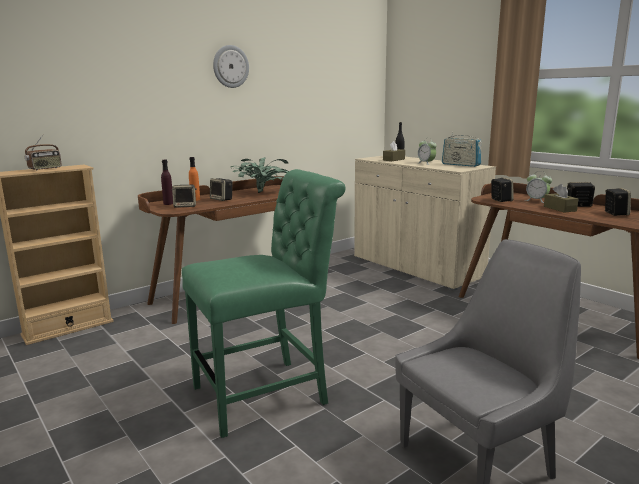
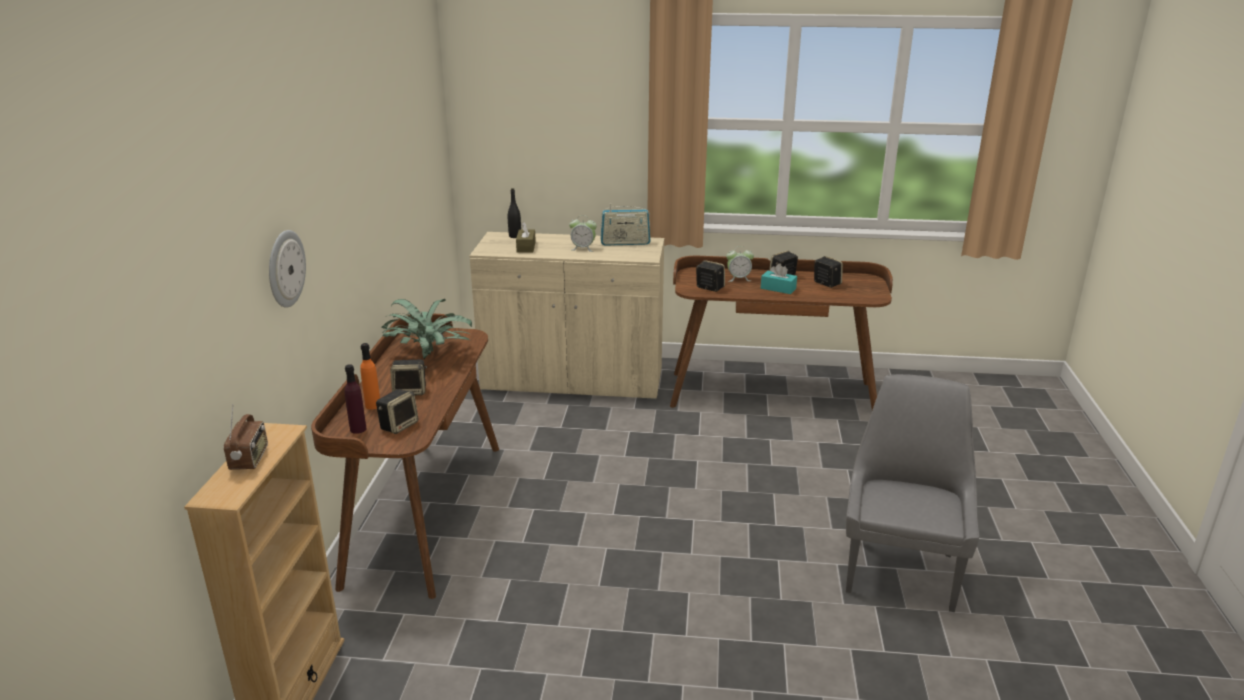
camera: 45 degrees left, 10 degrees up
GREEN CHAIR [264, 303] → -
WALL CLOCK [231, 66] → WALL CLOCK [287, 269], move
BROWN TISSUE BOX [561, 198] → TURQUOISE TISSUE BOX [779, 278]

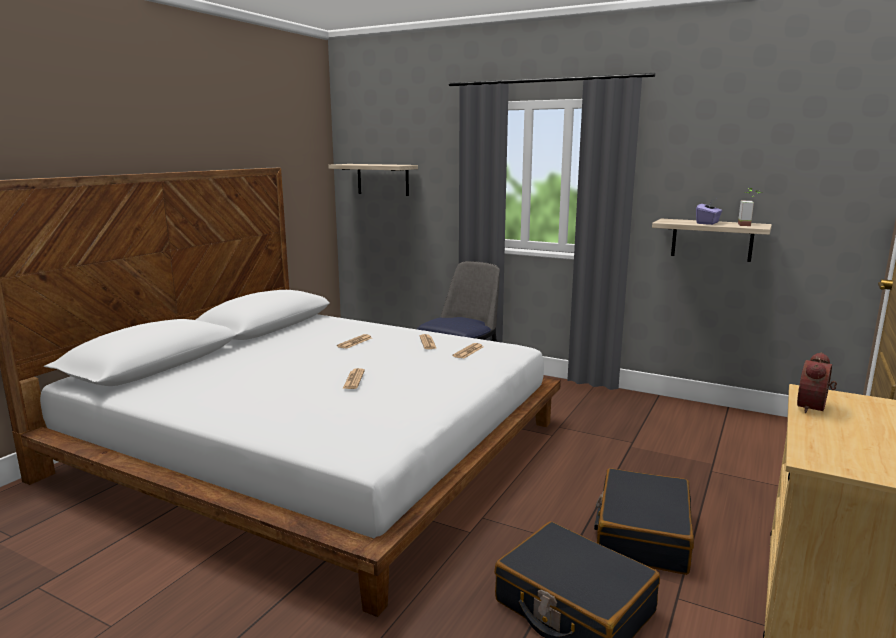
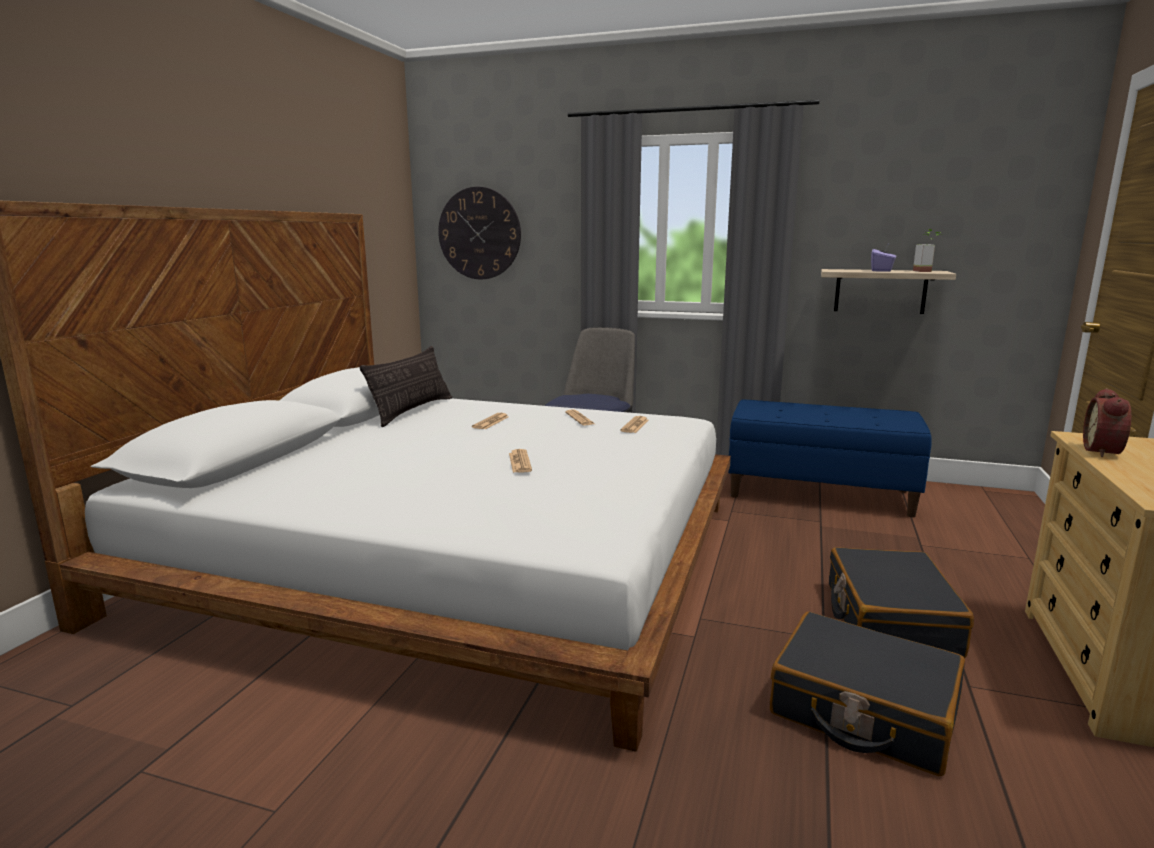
camera: 10 degrees left, 0 degrees up
SHELF [373, 180] → WALL CLOCK [479, 233]
- → PILLOW [406, 386]
- → BLUE BENCH [830, 458]

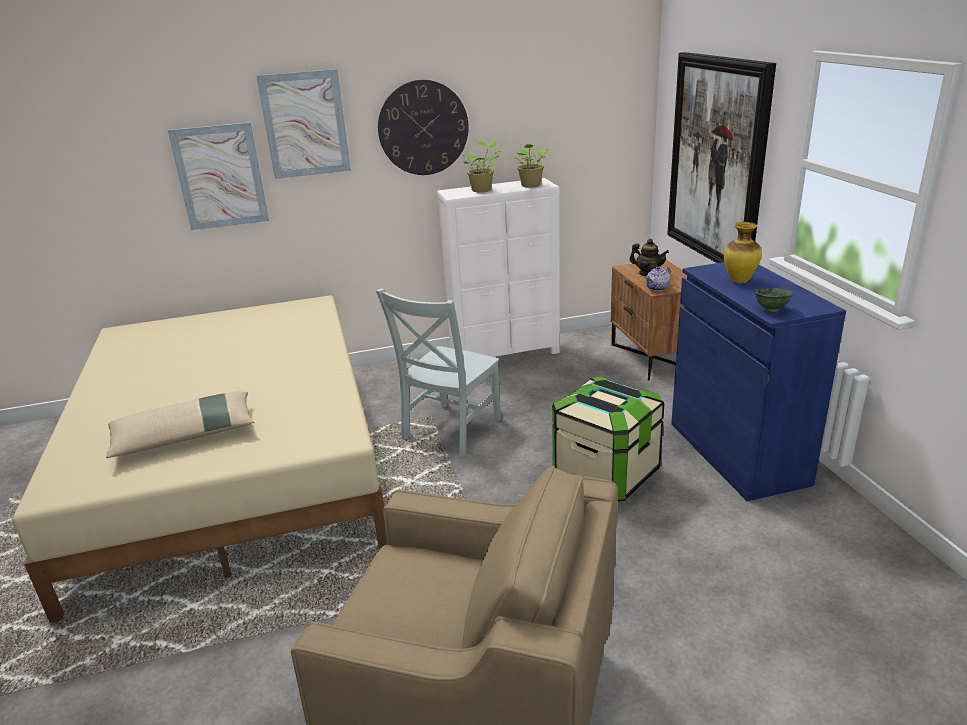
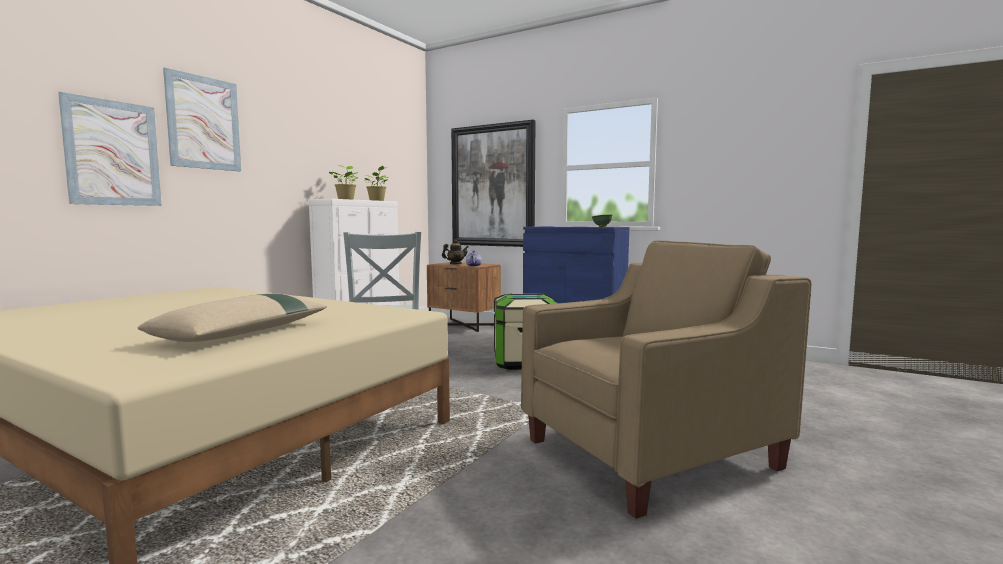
camera: 45 degrees left, 20 degrees down
WALL CLOCK [423, 127] → -
VASE [743, 252] → -

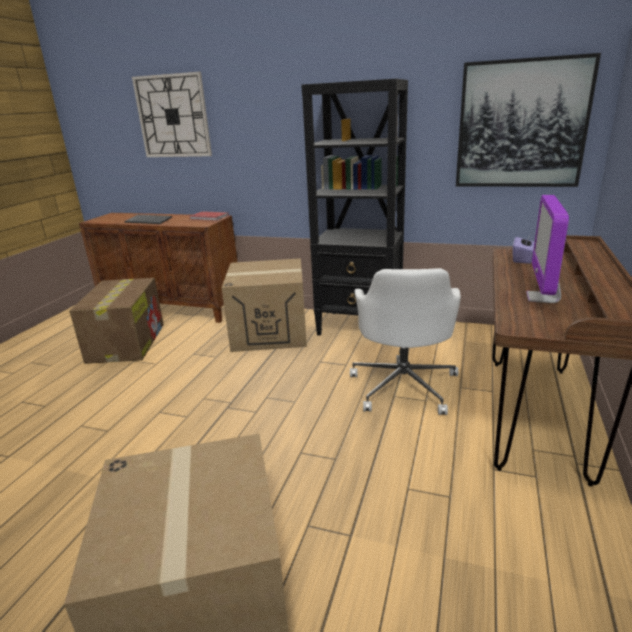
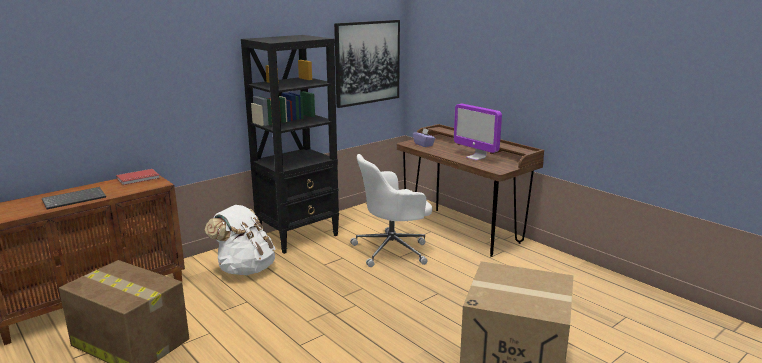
camera: 60 degrees left, 5 degrees down
WALL CLOCK [172, 114] → -
CARDBOARD BOX [264, 305] → WHITE BACKPACK [240, 240]
WHITE OFFICE CHAIR [405, 341] → WHITE OFFICE CHAIR [391, 210], 120 degrees clockwise

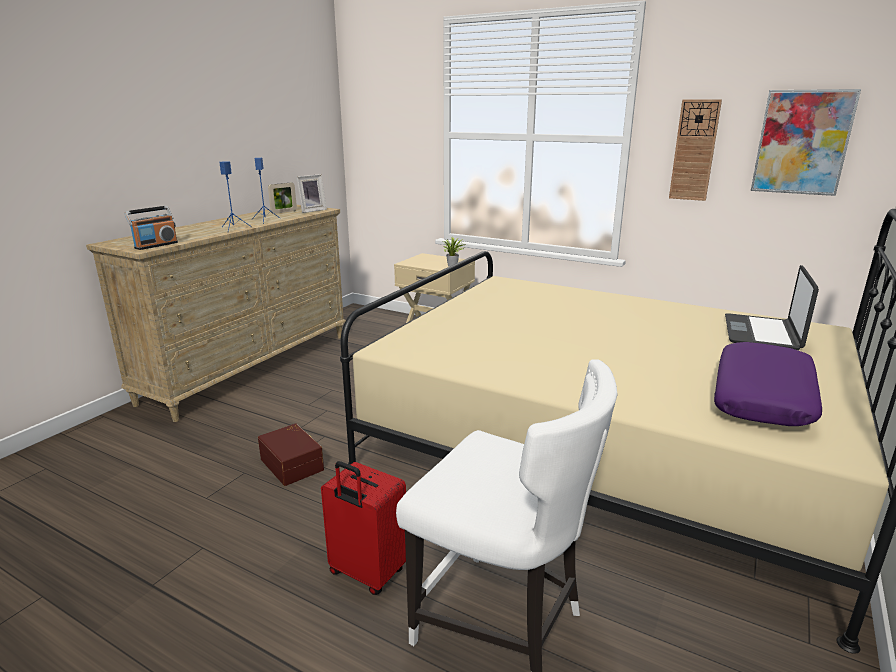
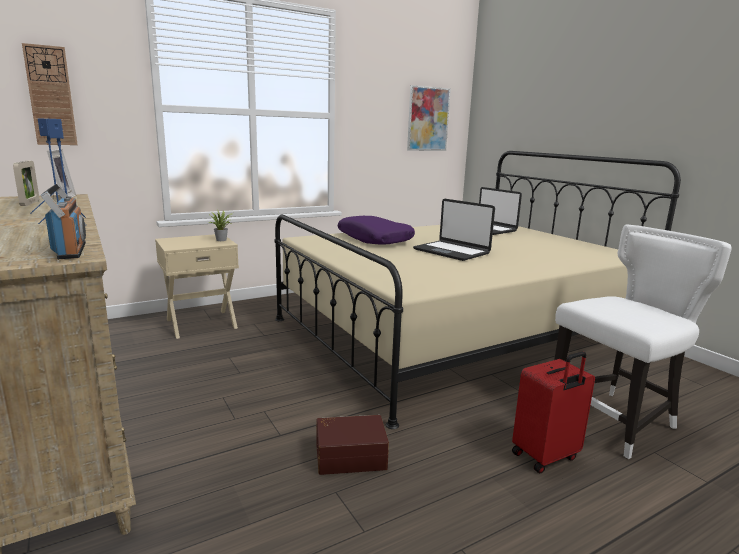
camera: 60 degrees left, 5 degrees down
WALL CLOCK [695, 150] → WALL CLOCK [50, 94], move
PURPLE PILLOW [768, 384] → PURPLE PILLOW [376, 230], move
- → LAPTOP [454, 230]

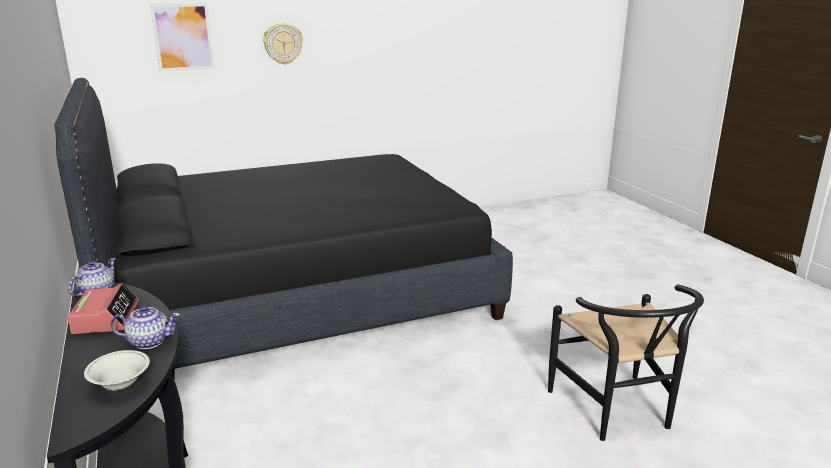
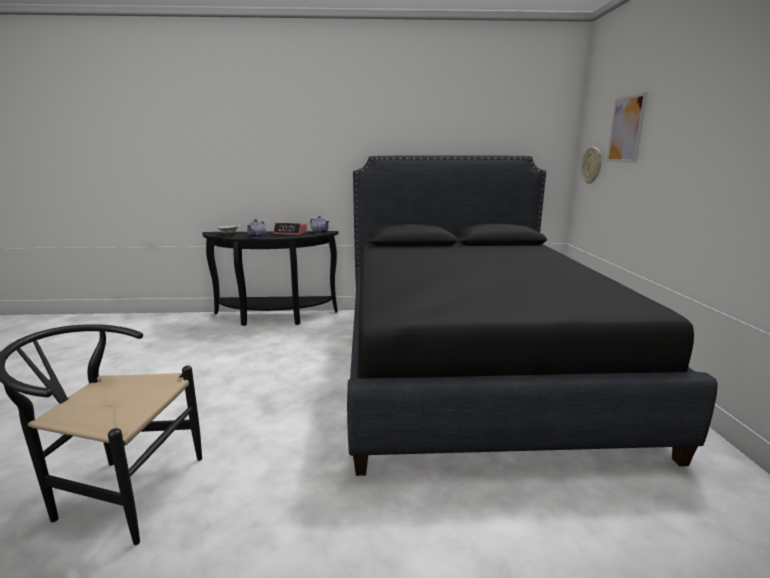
camera: 110 degrees right, 5 degrees down
WALL CLOCK [283, 44] → WALL CLOCK [592, 165], move

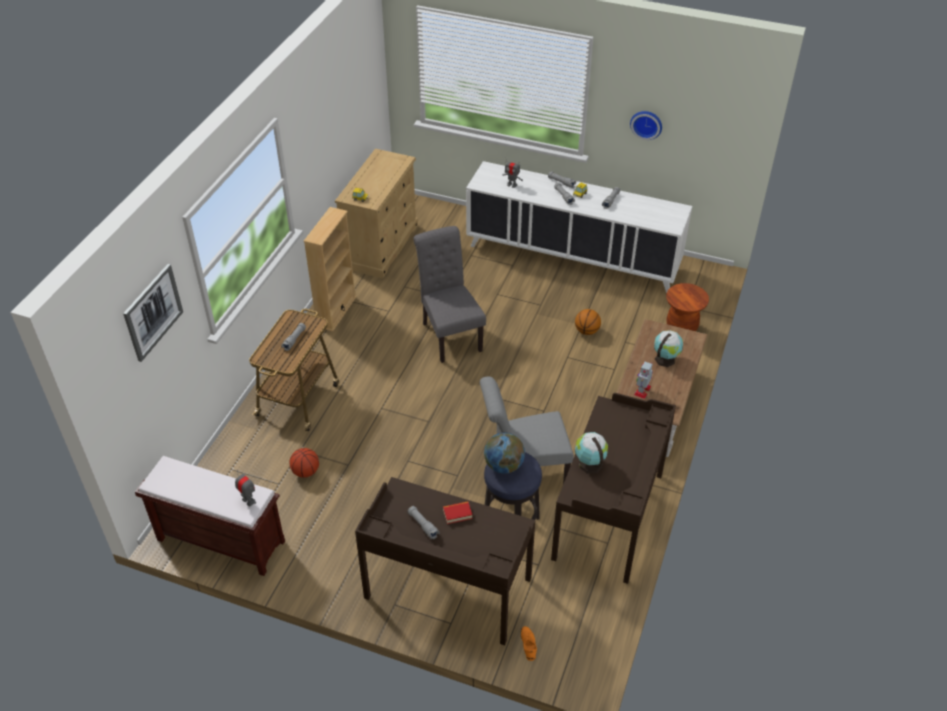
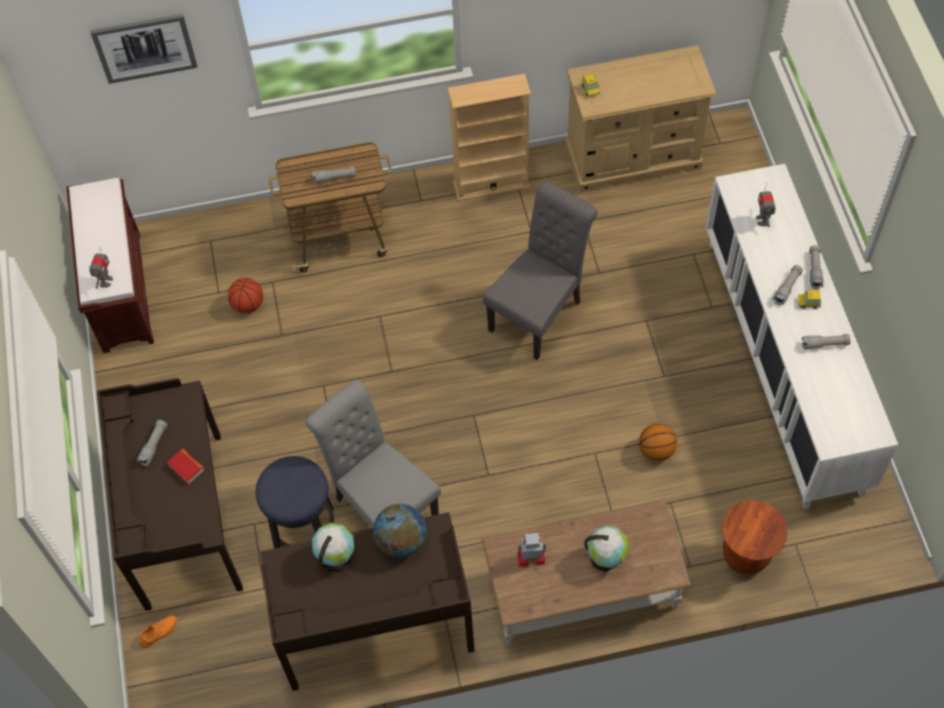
camera: 60 degrees right, 15 degrees up
GLOBE [504, 453] → GLOBE [400, 531], move
WALL CLOCK [646, 125] → -

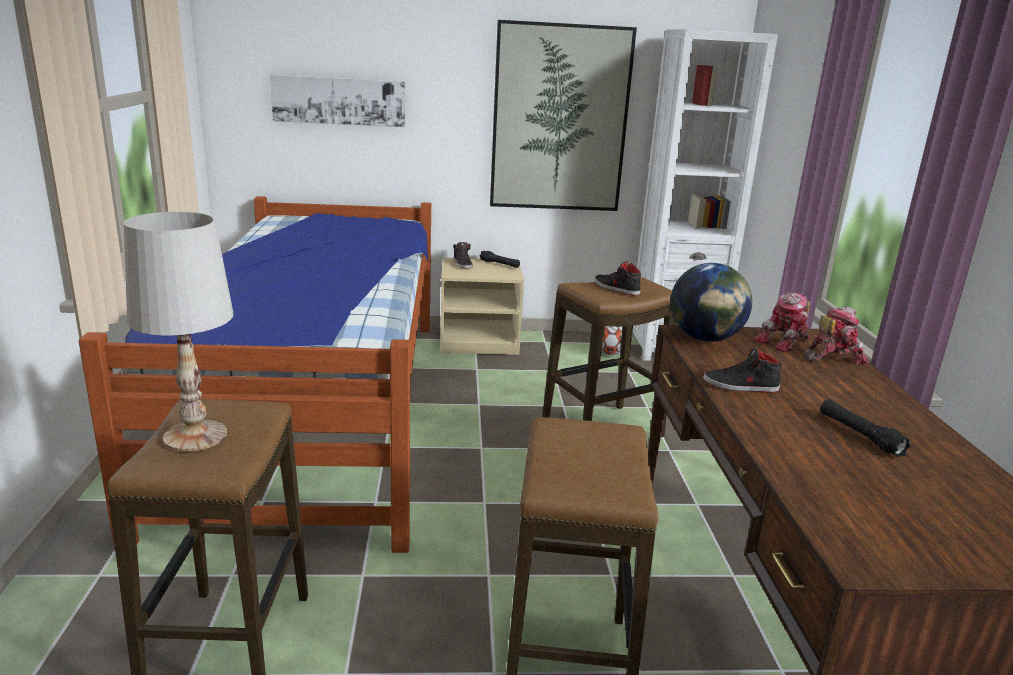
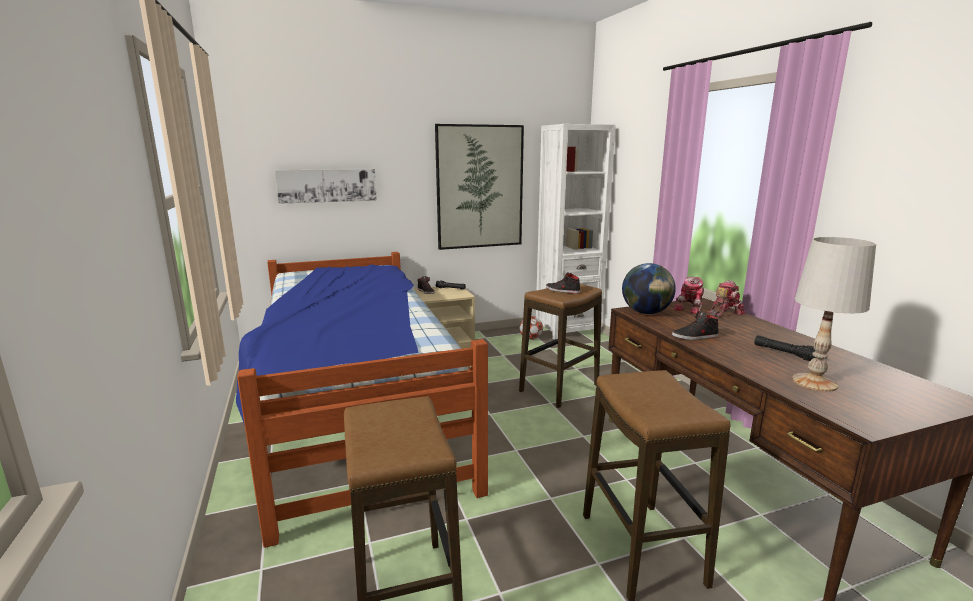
camera: 15 degrees left, 5 degrees down
WHITE TABLE LAMP [178, 332] → WHITE TABLE LAMP [834, 314], move

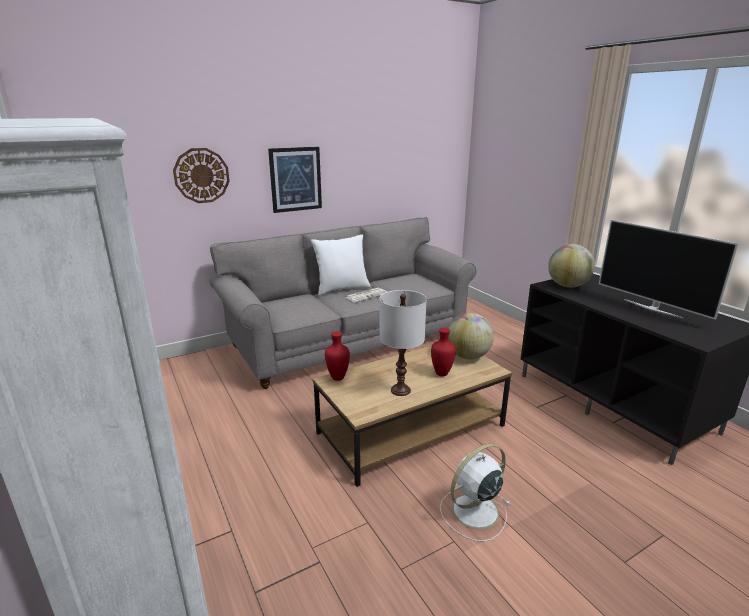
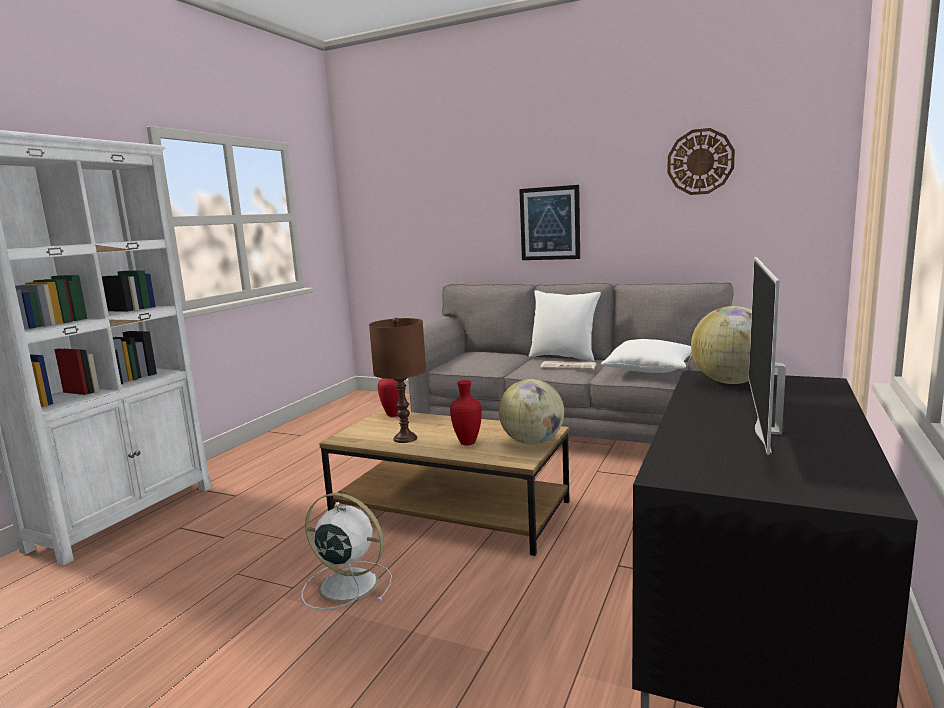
camera: 55 degrees right, 10 degrees down
WALL CLOCK [201, 175] → WALL CLOCK [701, 161], move
WHITE TABLE LAMP [403, 343] → BROWN TABLE LAMP [397, 380]
- → WHITE PILLOW [646, 356]

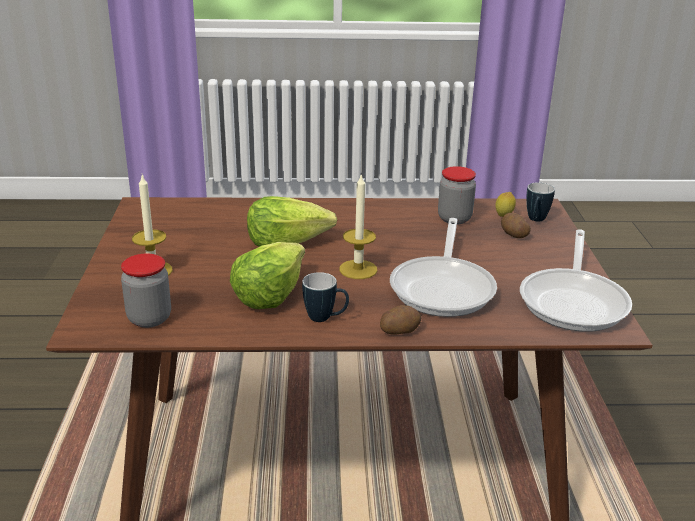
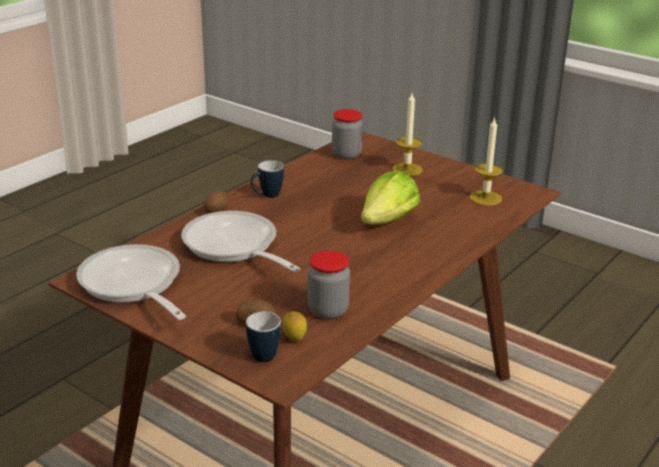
camera: 130 degrees right, 0 degrees up
LETTUCE [267, 275] → -
CANDLE [358, 226] → CANDLE [486, 161], move

